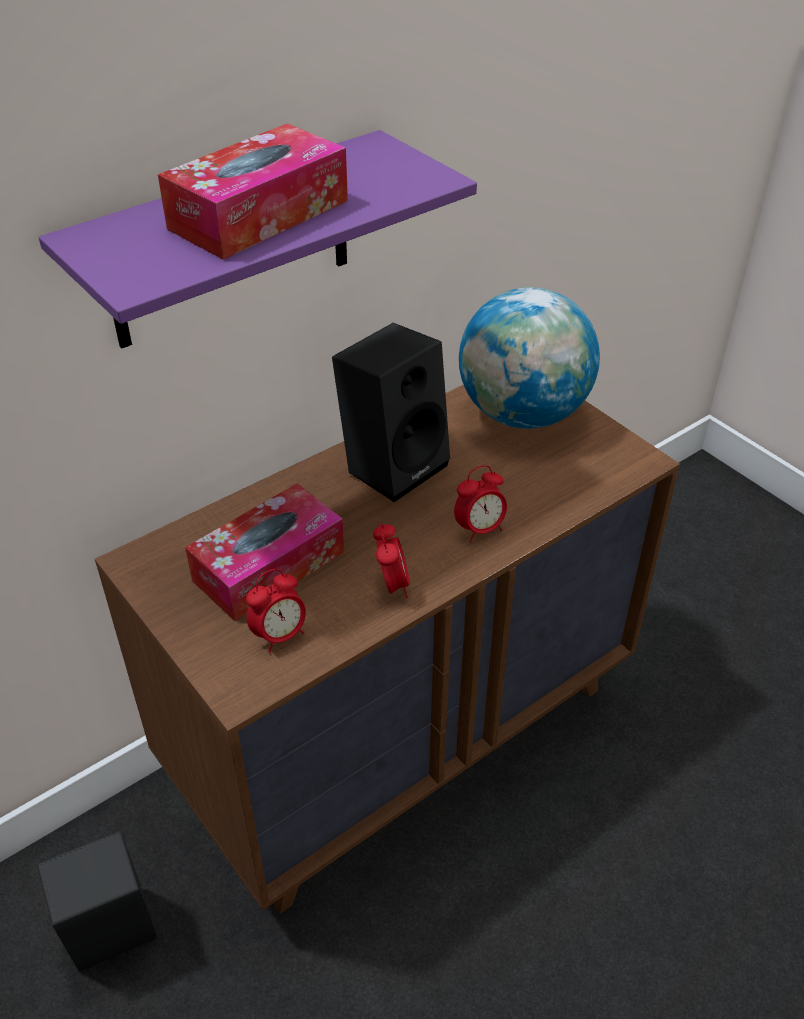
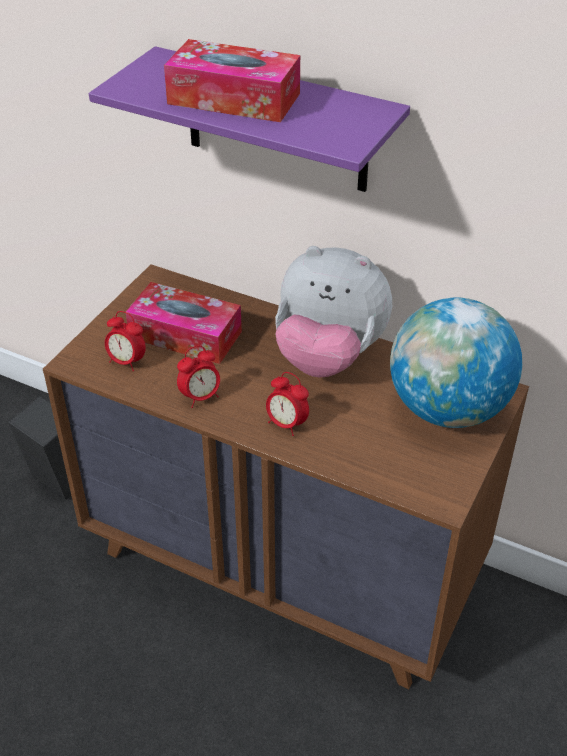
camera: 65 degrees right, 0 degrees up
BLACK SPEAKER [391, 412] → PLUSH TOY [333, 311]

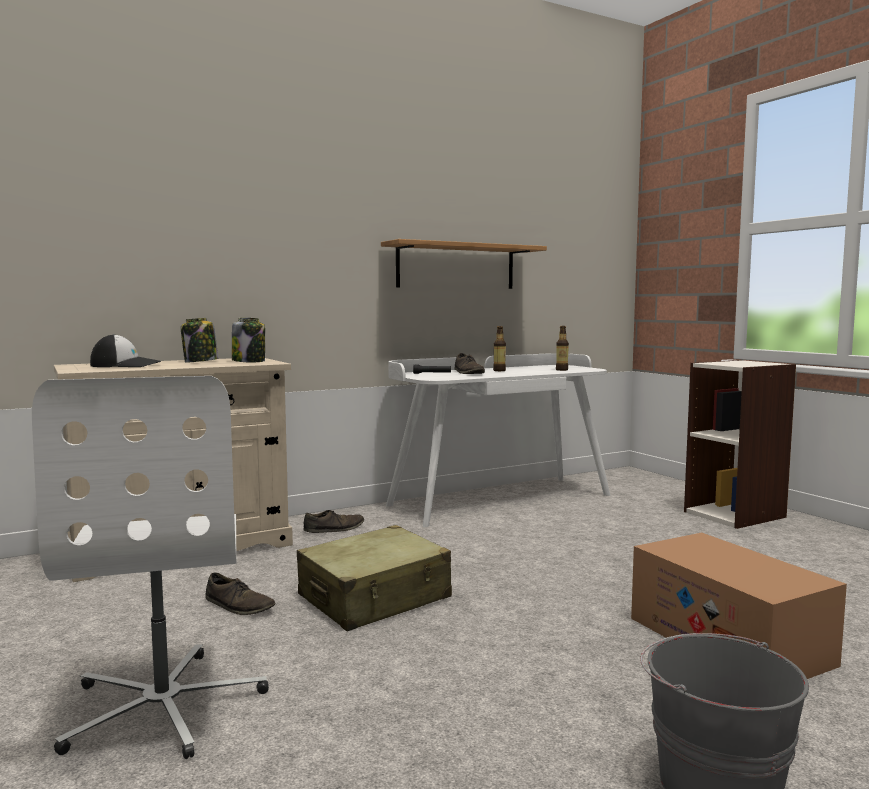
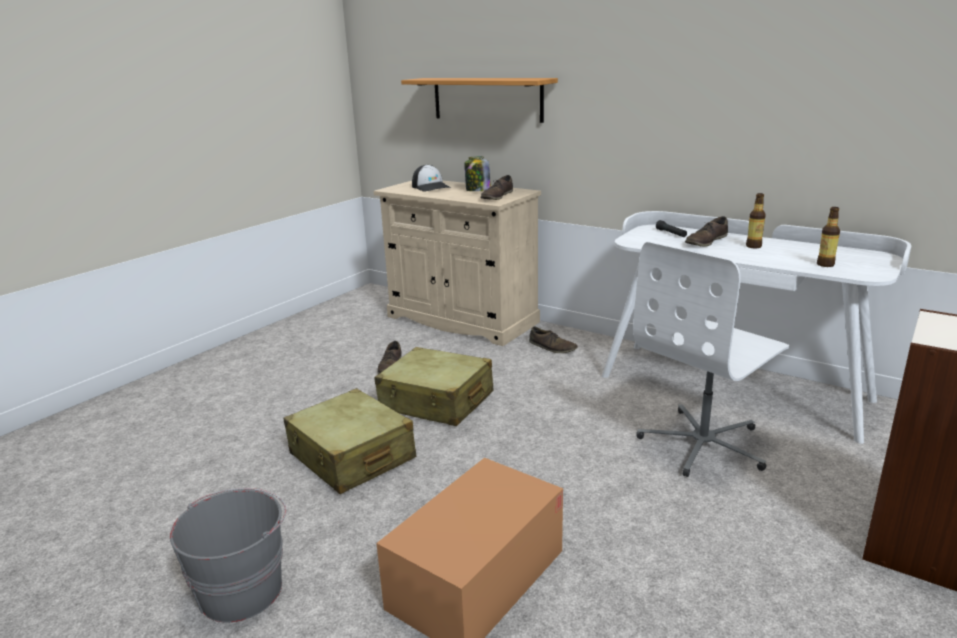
camera: 65 degrees right, 15 degrees up
WHITE OFFICE CHAIR [150, 567] → WHITE OFFICE CHAIR [711, 359], move
JAR [248, 340] → BROWN SHOE [497, 187]
SHELF [464, 264] → SHELF [479, 100], move
- → BEIGE SUITCASE [350, 441]

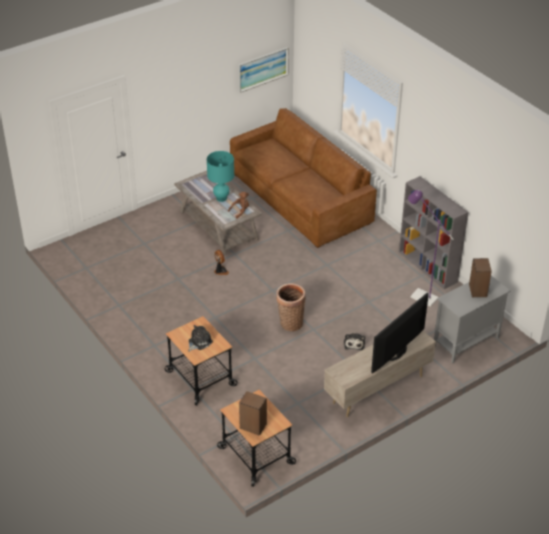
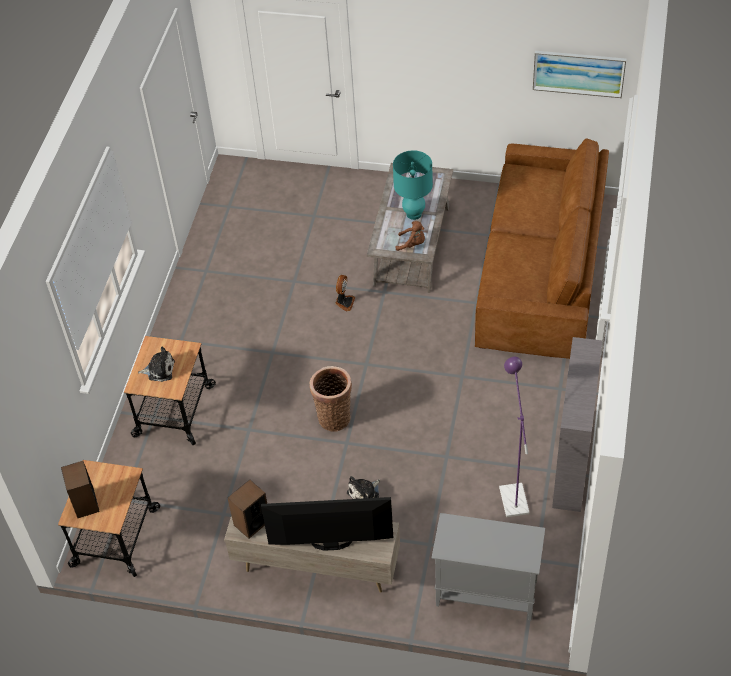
camera: 50 degrees right, 10 degrees up
SPEAKER [480, 277] → SPEAKER [247, 509], move

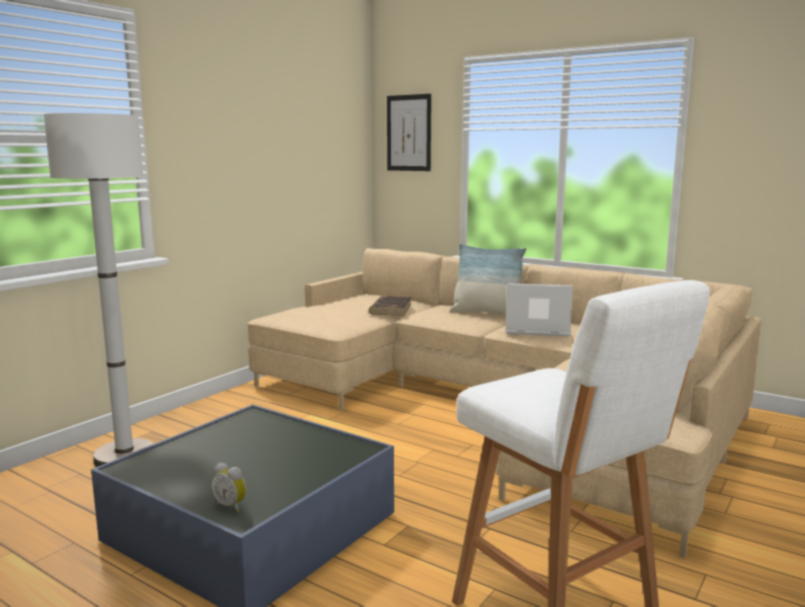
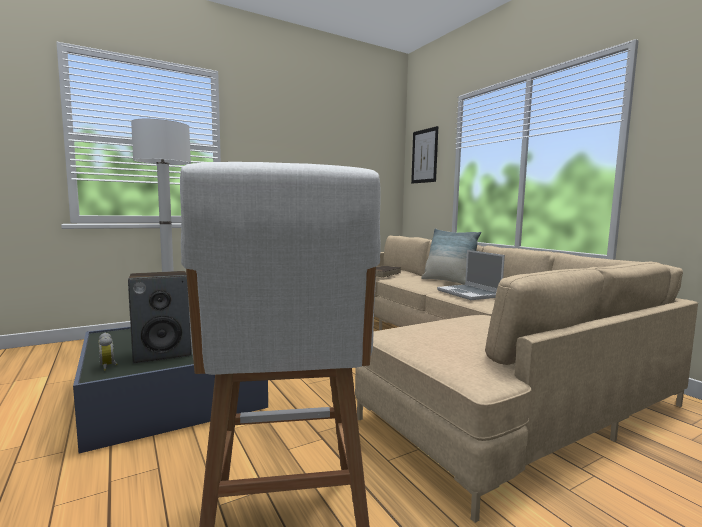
camera: 25 degrees right, 5 degrees down
LAPTOP [539, 310] → LAPTOP [471, 275], 150 degrees counterclockwise
- → SPEAKER [160, 317]

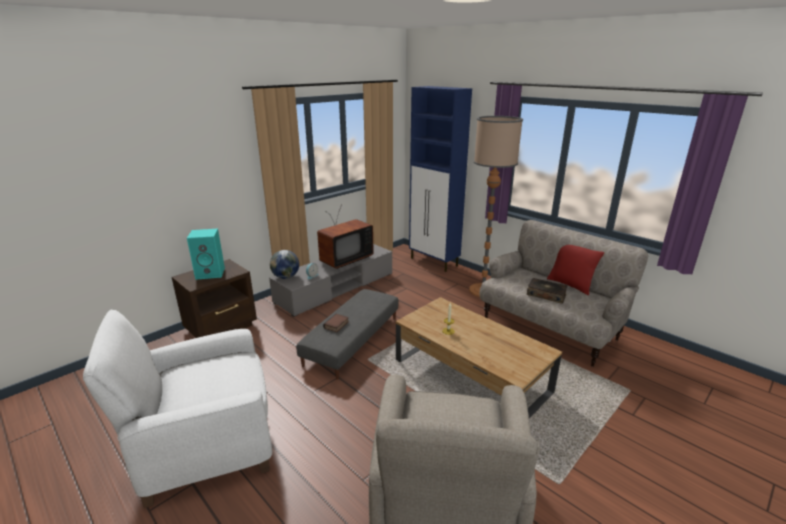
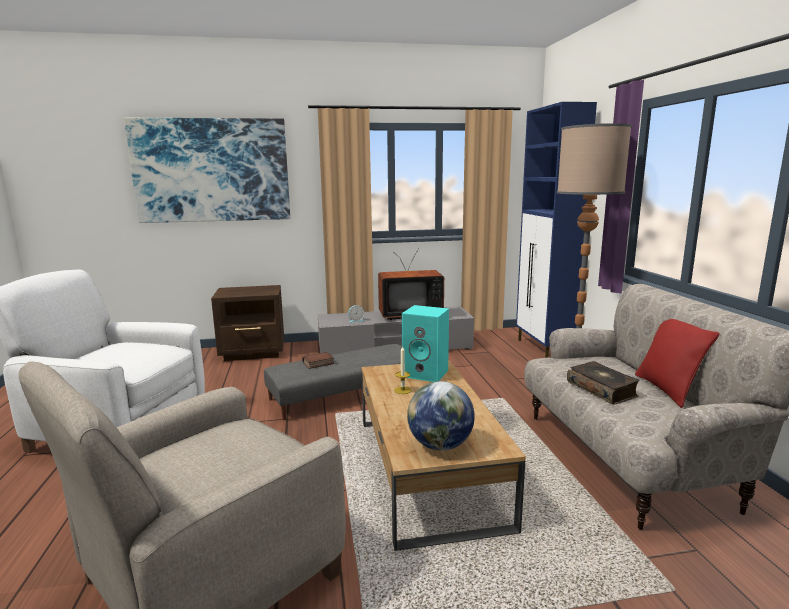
camera: 35 degrees right, 10 degrees down
TURQUOISE SPEAKER [206, 254] → TURQUOISE SPEAKER [425, 343], move
GLOBE [284, 264] → GLOBE [441, 416], move
- → PICTURE [207, 170]

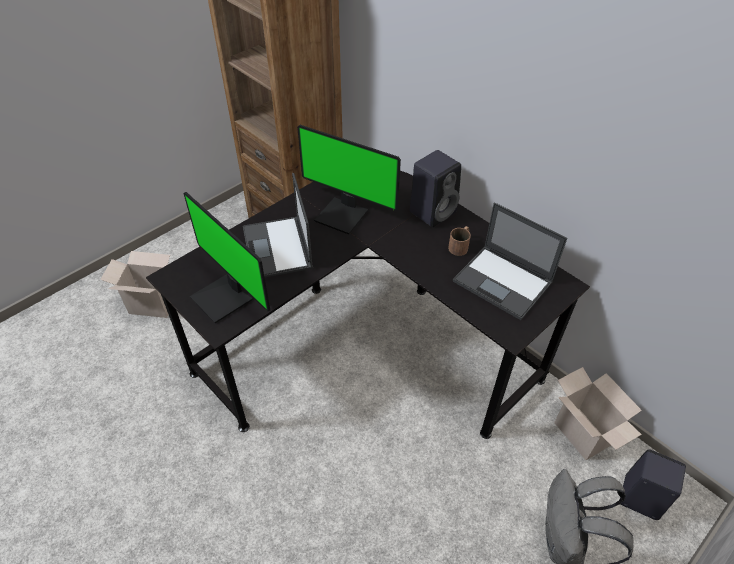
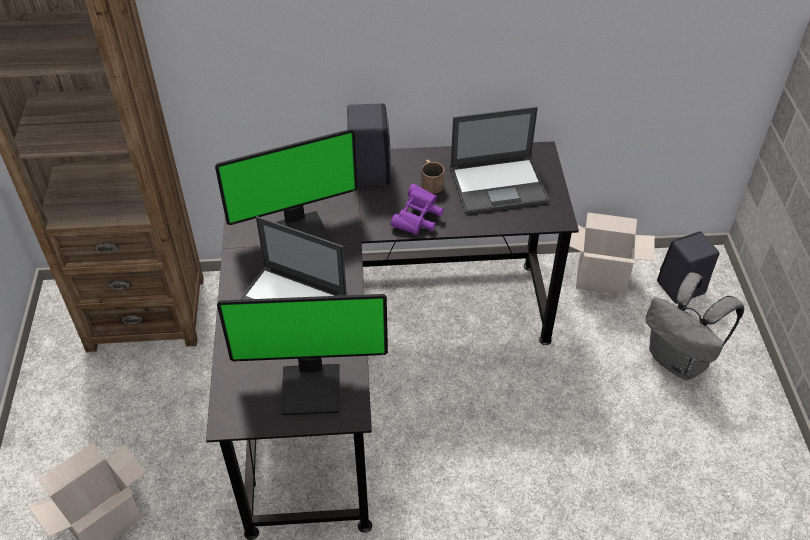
camera: 50 degrees left, 0 degrees up
- → PURPLE BINOCULARS [417, 209]

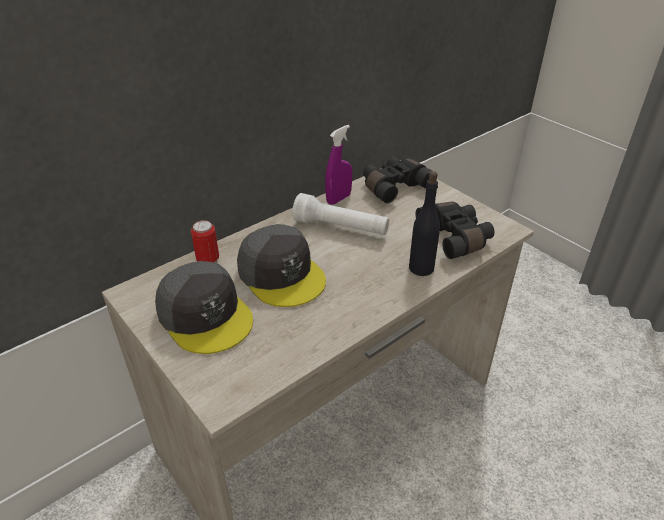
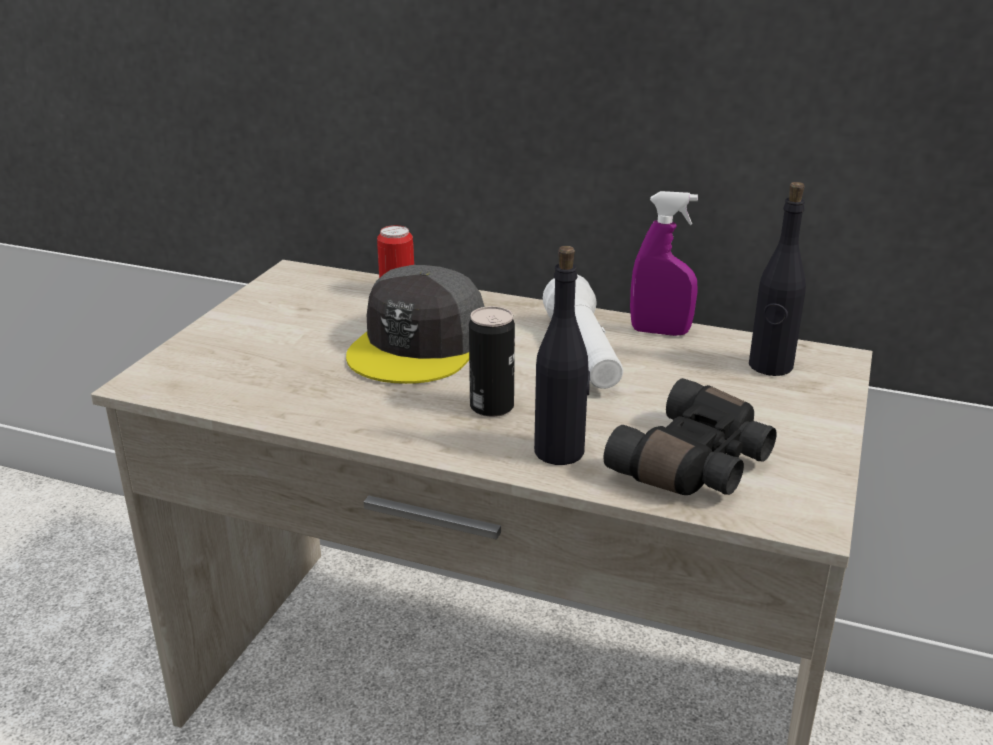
camera: 60 degrees right, 10 degrees down
GREY CAP [204, 307] → -
BLACK BINOCULARS [397, 180] → BLACK BOTTLE [777, 279]
- → CAN [492, 361]

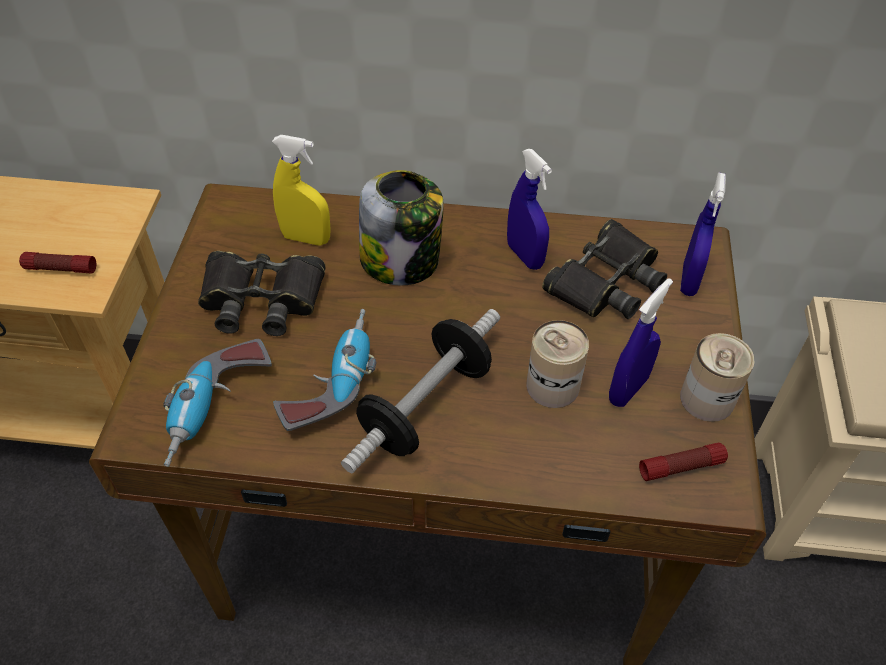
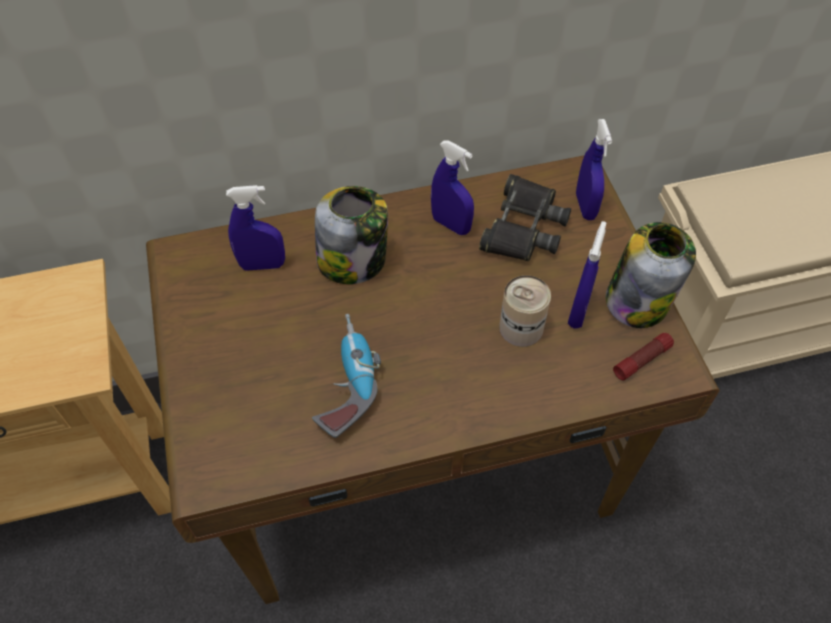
camera: 20 degrees left, 5 degrees up
FLASHLIGHT [57, 262] → -
POWER DRILL [218, 403] → -
BLACK BINOCULARS [262, 293] → -
YELLOW SPRAY BOTTLE [301, 190] → BLUE SPRAY BOTTLE [255, 228]
DUMBBELL [420, 391] → -
CAN [717, 377] → JAR [651, 275]

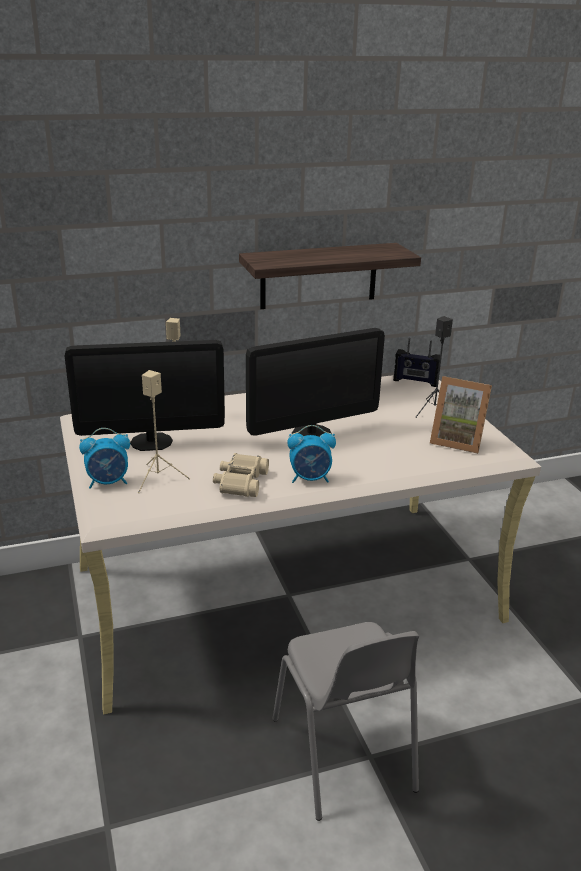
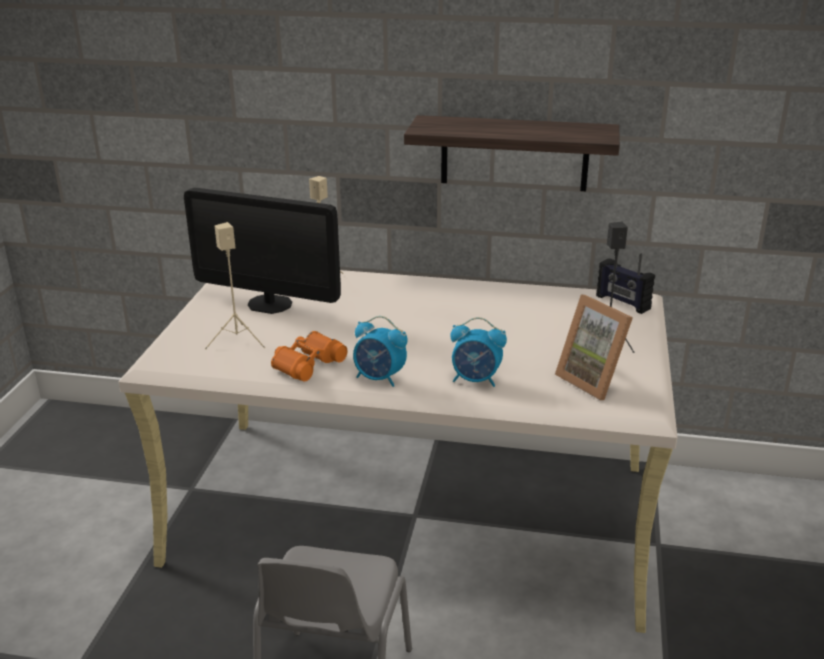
camera: 30 degrees right, 0 degrees up
ALARM CLOCK [104, 458] → ALARM CLOCK [478, 352], move
BEIGE BINOCULARS [241, 475] → ORANGE BINOCULARS [309, 356]
MONITOR [315, 382] → -

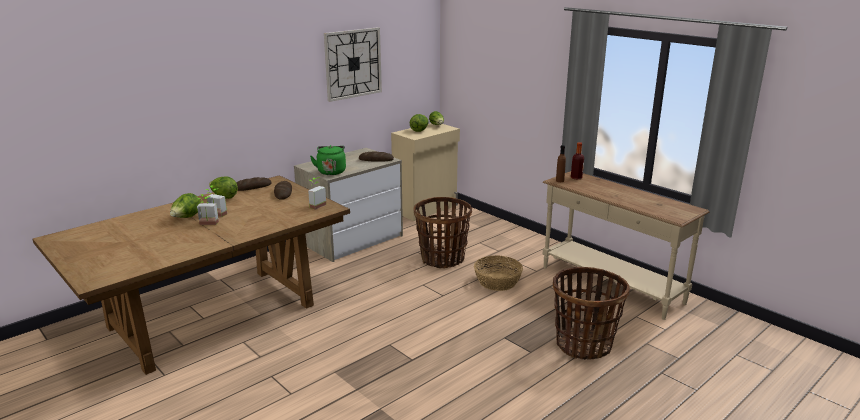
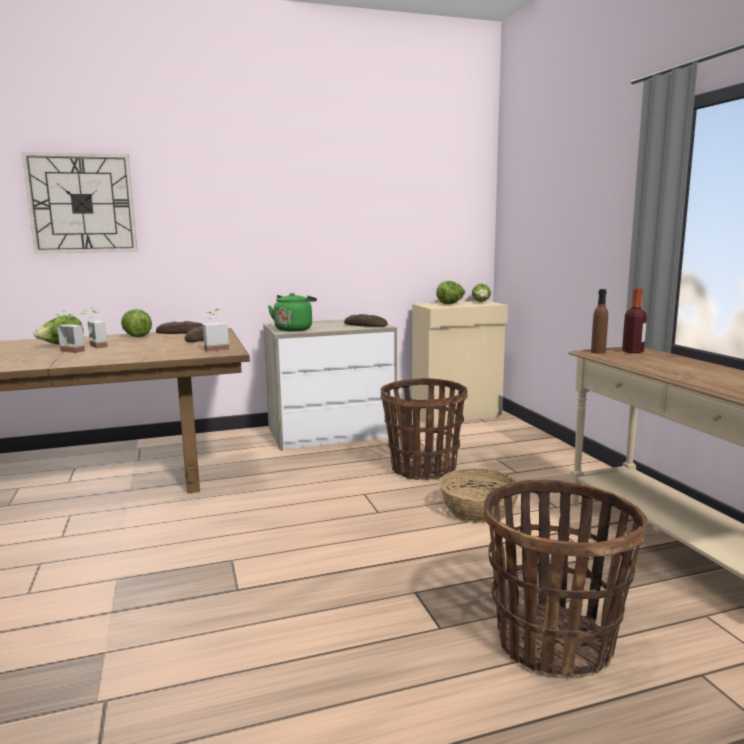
camera: 25 degrees right, 10 degrees down
WALL CLOCK [353, 64] → WALL CLOCK [79, 203], move

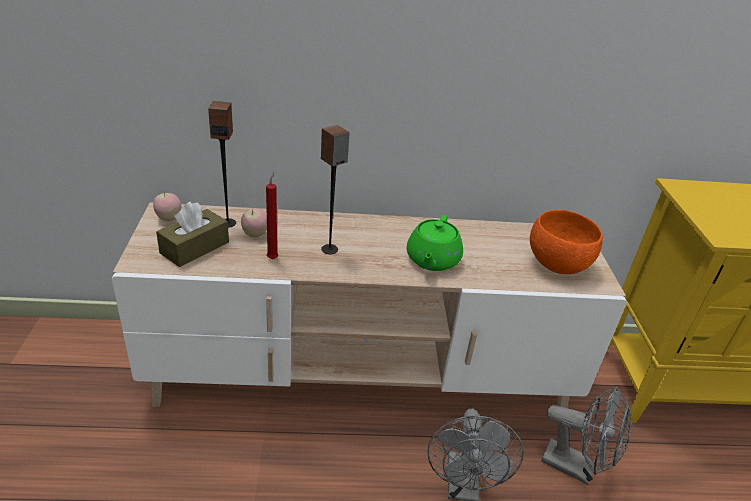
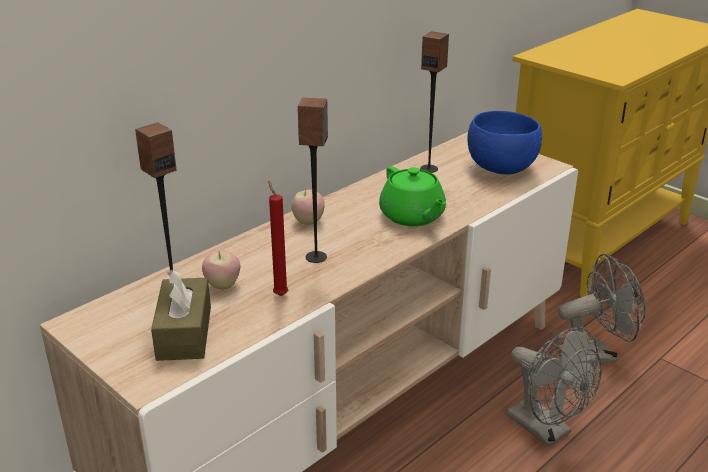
camera: 40 degrees left, 5 degrees down
APPLE [167, 206] → APPLE [308, 206], move
ORANGE BOWL [566, 242] → BLUE BOWL [504, 143]
- → SPEAKER [434, 102]

